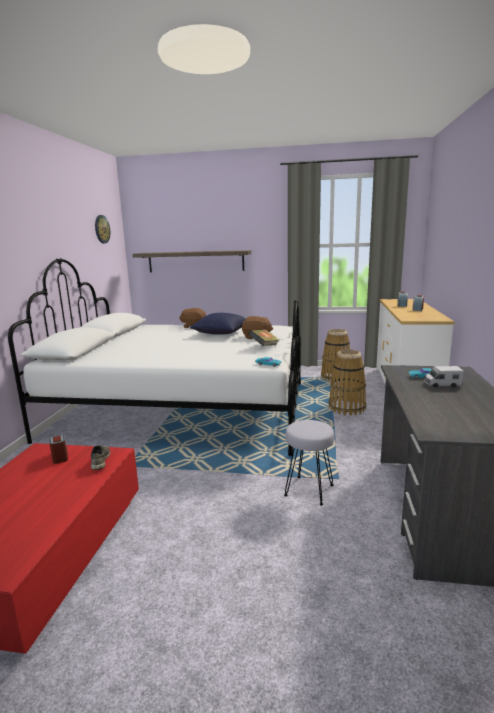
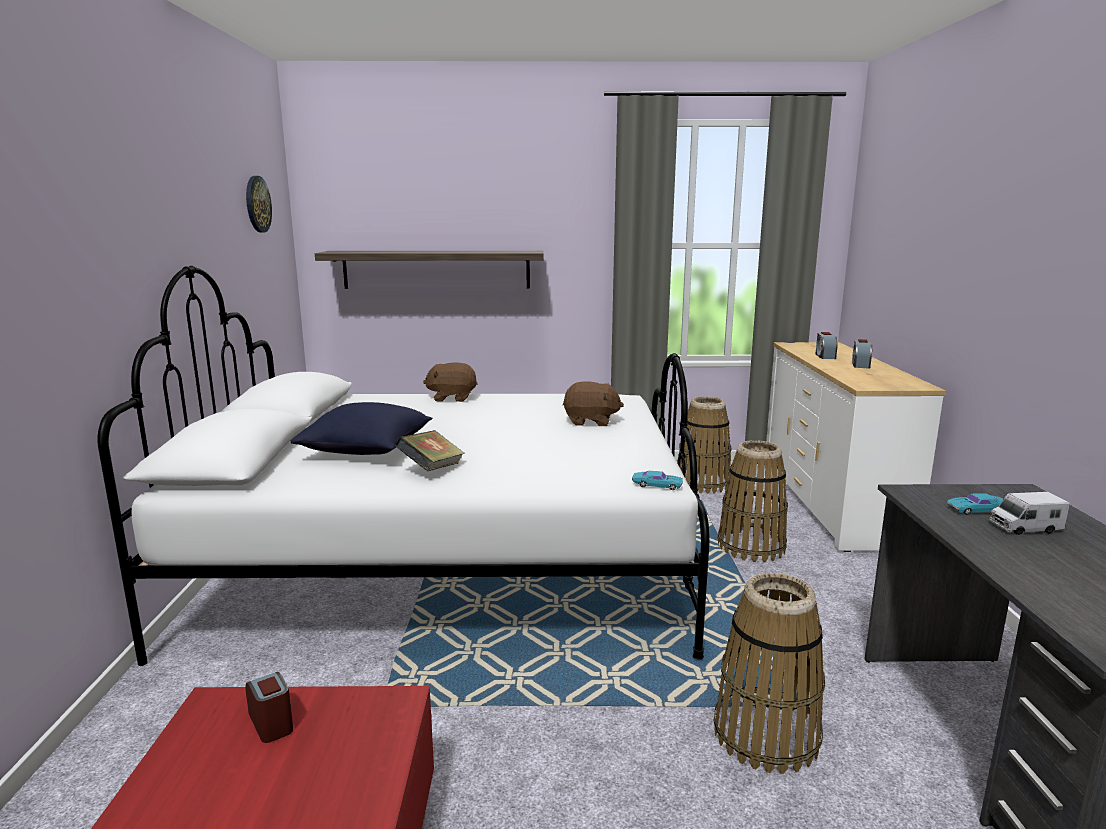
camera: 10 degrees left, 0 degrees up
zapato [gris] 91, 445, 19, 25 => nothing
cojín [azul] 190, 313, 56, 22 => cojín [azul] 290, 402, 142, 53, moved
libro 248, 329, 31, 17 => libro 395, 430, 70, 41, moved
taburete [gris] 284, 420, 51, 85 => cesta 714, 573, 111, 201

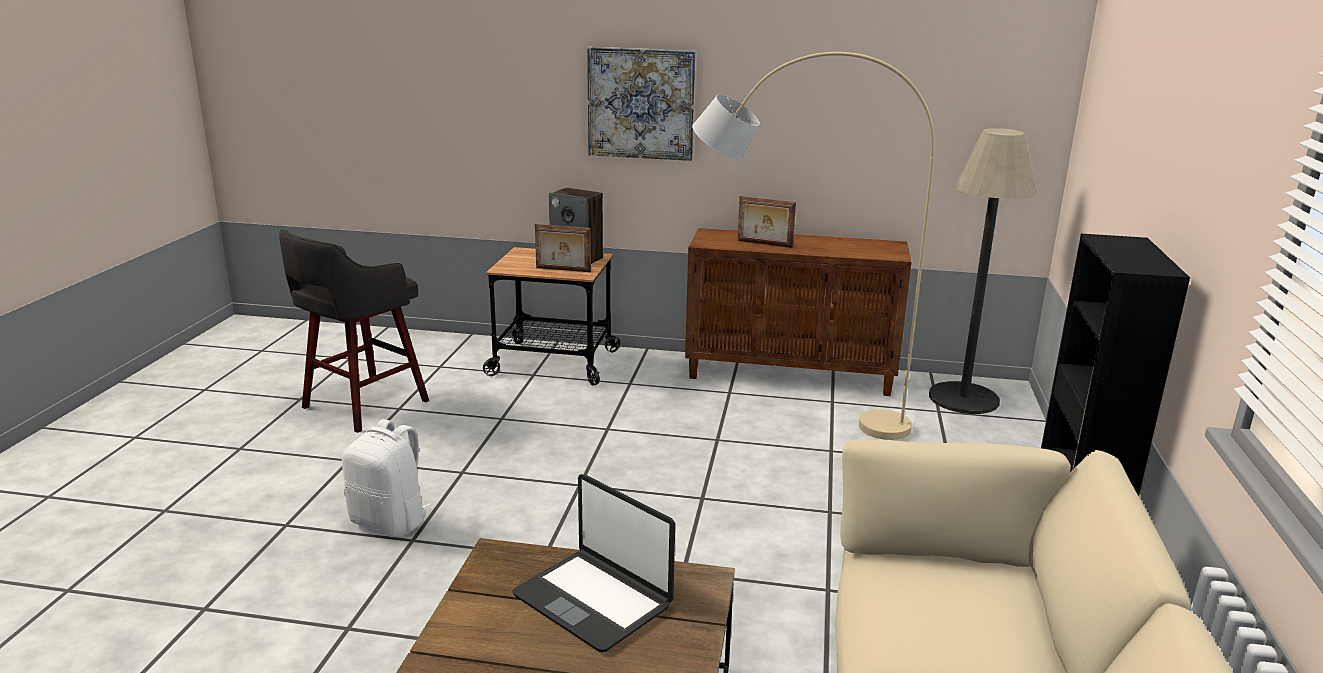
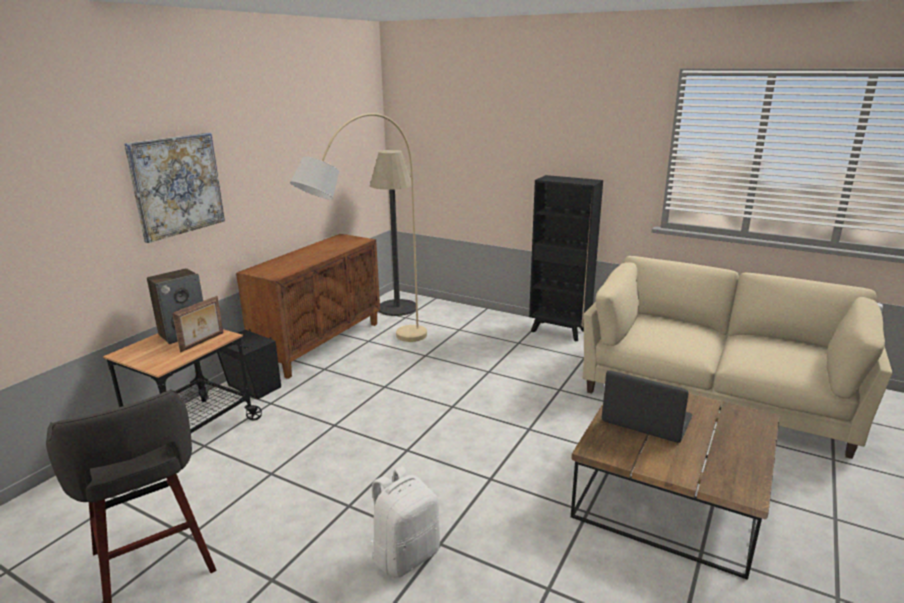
camera: 70 degrees left, 0 degrees up
portarretratos 737, 196, 59, 52 => nothing
nothing => altavoz [negro] 217, 329, 64, 70
portátil 512, 474, 163, 179 => portátil 602, 370, 91, 73, 120 degrees counterclockwise

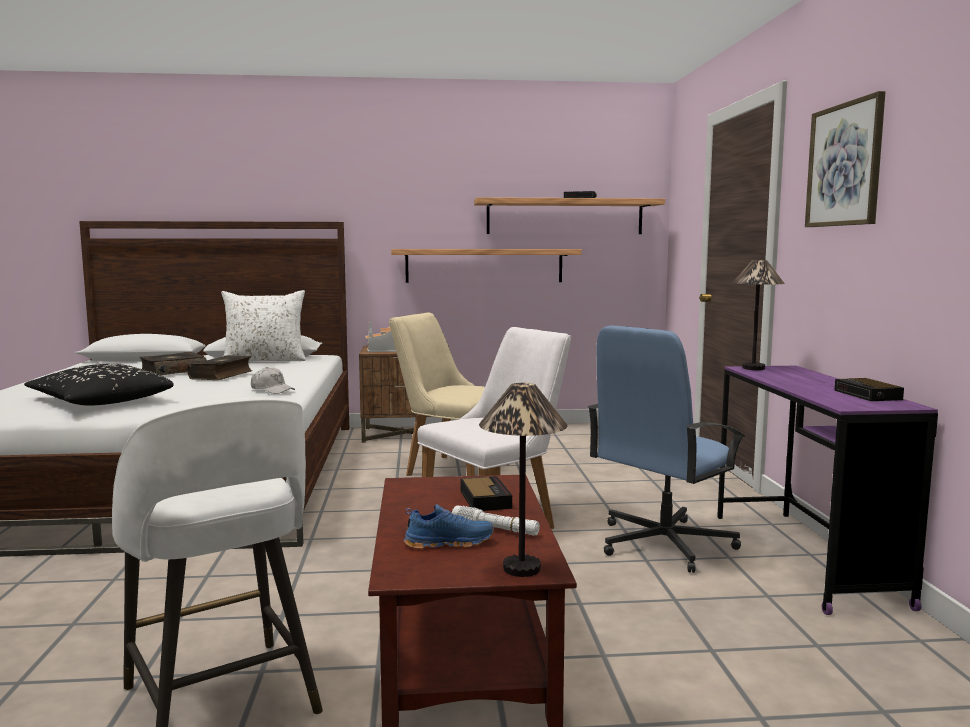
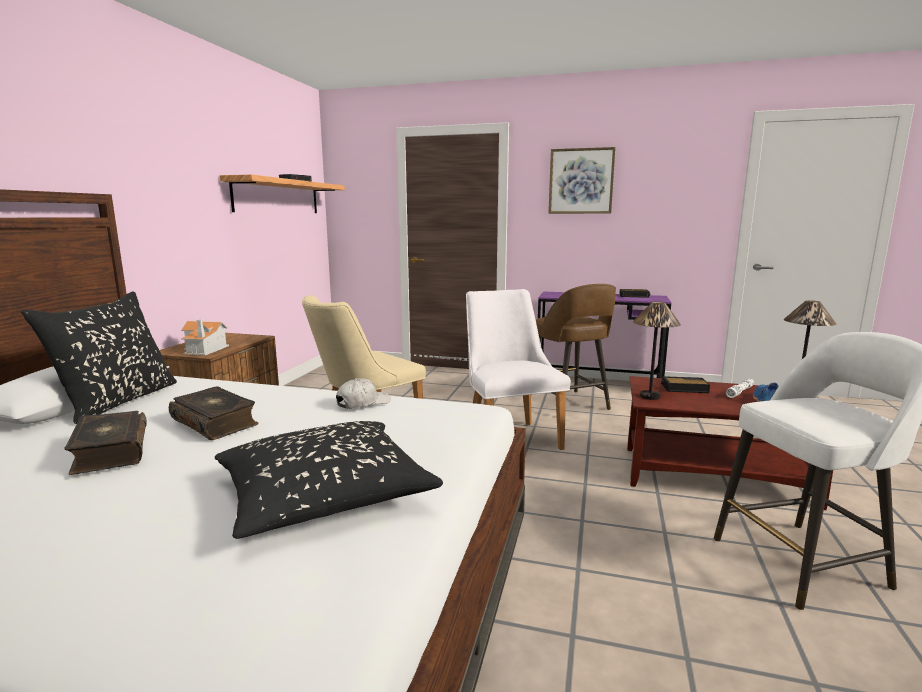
camera: 70 degrees left, 5 degrees up
estante 391, 249, 191, 34 => nothing
lámpara de mesa 732, 260, 53, 110 => lámpara de mesa 633, 301, 48, 99, moved
silla de oficina [azul] 588, 326, 158, 247 => taburete [marrón] 536, 284, 80, 126
cojín [blanco] 221, 290, 85, 72 => cojín [negro] 21, 291, 156, 133

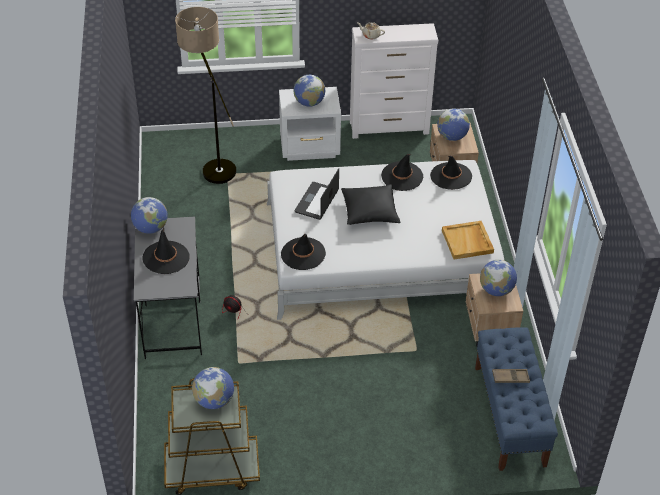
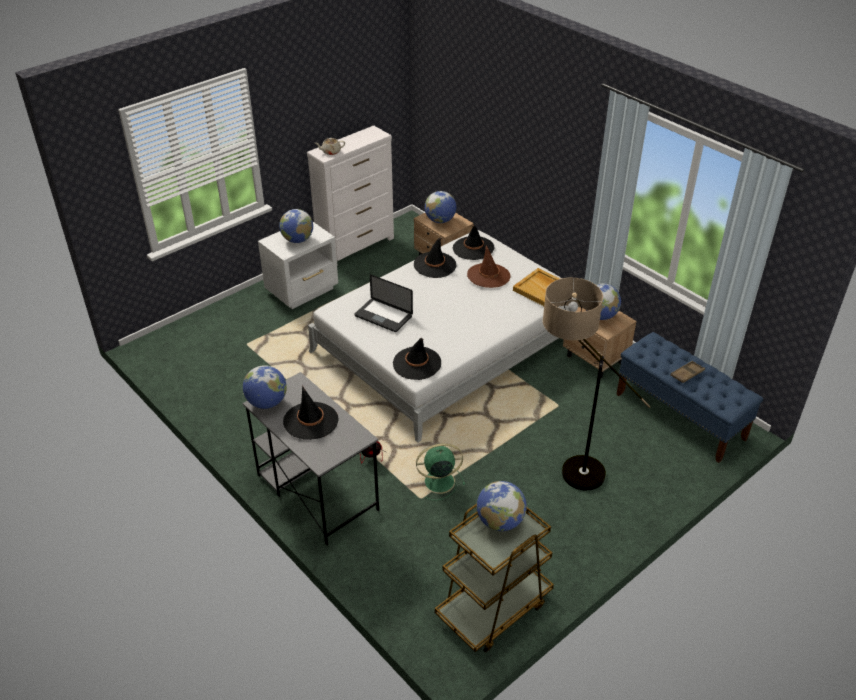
camera: 35 degrees left, 5 degrees down
cojín [negro] 341, 184, 59, 41 => nothing
nothing => ventilador [verde] 416, 443, 49, 58
nothing => sombrero [marrón] 467, 245, 44, 43
lámpara de pie 175, 7, 61, 177 => lámpara de pie 543, 278, 108, 213, moved
portátil 295, 168, 44, 52 => portátil 354, 275, 59, 57, 45 degrees counterclockwise

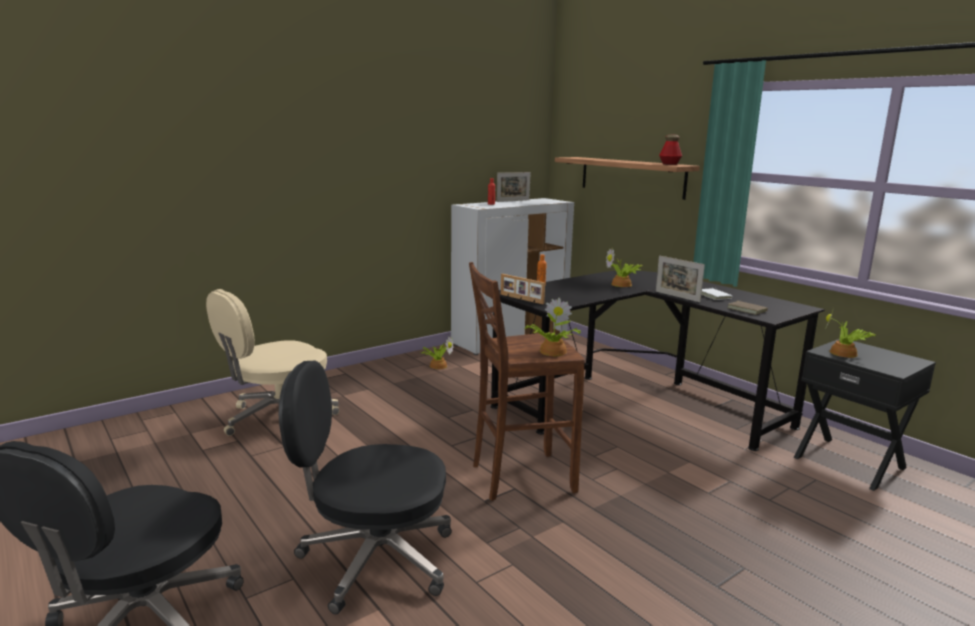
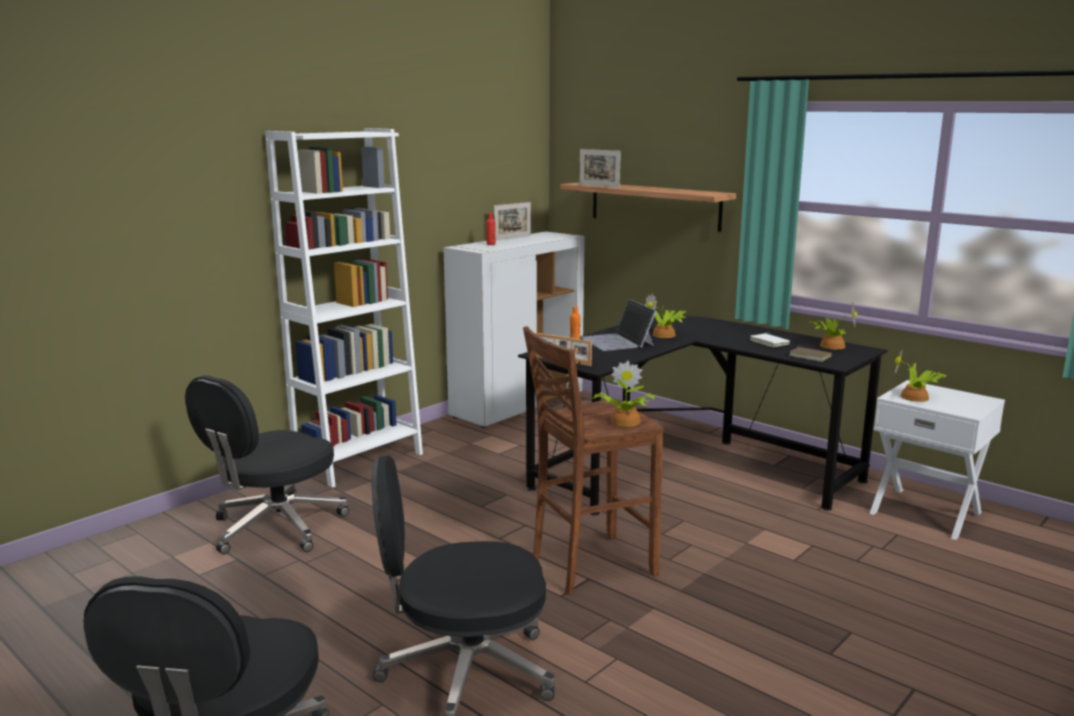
camera: 10 degrees left, 0 degrees up
botella 659, 135, 23, 30 => nothing
nothing => estantería [blanco] 265, 128, 158, 360
nothing => portátil 581, 299, 75, 52
planta en maceta 422, 336, 32, 33 => planta en maceta 810, 305, 47, 44, moved
portarretratos 656, 255, 49, 47 => portarretratos 580, 149, 41, 39, moved
silla de oficina [beis] 206, 289, 133, 147 => silla de oficina [negro] 185, 375, 164, 179
mesita de noche [negro] 794, 339, 142, 152 => mesita de noche [blanco] 869, 380, 136, 160

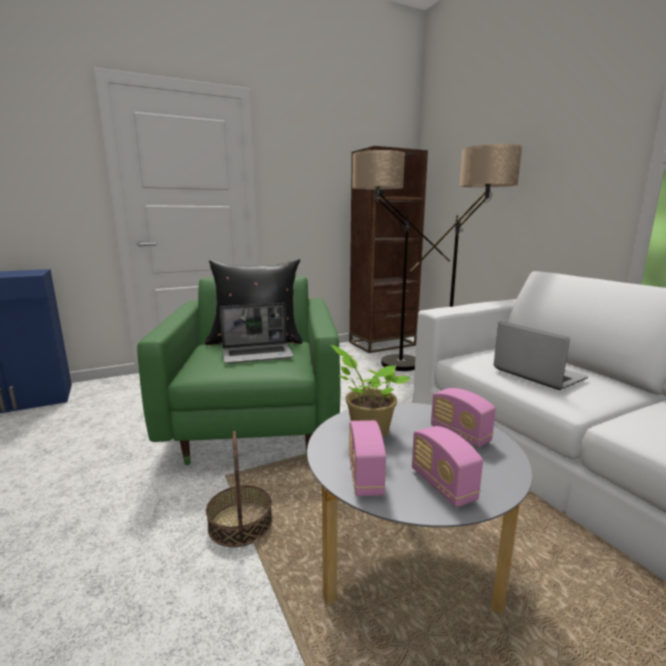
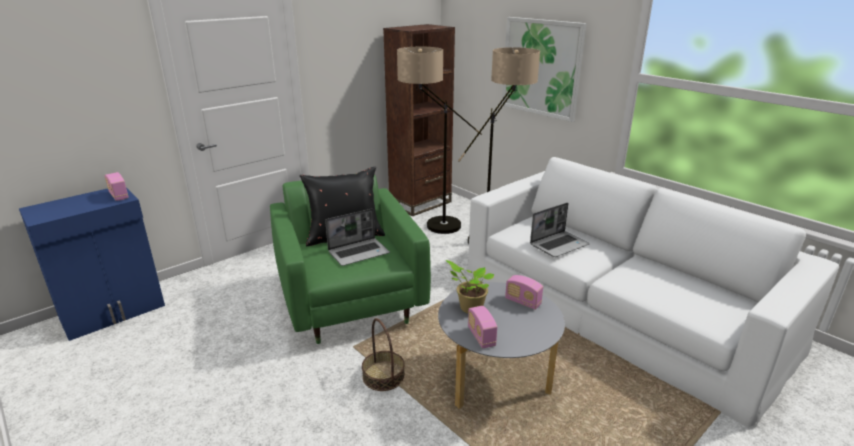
camera: 15 degrees left, 10 degrees up
nothing => cuadro 502, 17, 85, 105
radio 412, 426, 71, 81 => radio 104, 172, 25, 29, moved
portátil 494, 321, 94, 69 => portátil 530, 202, 60, 55, 105 degrees clockwise

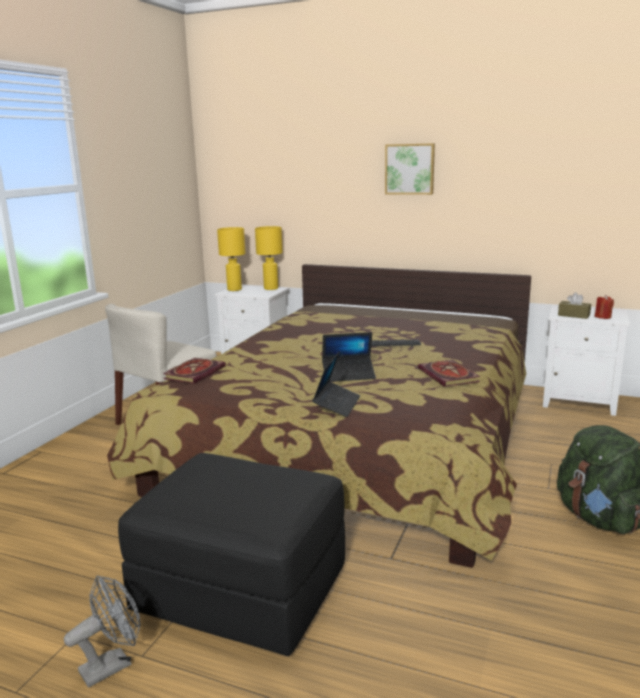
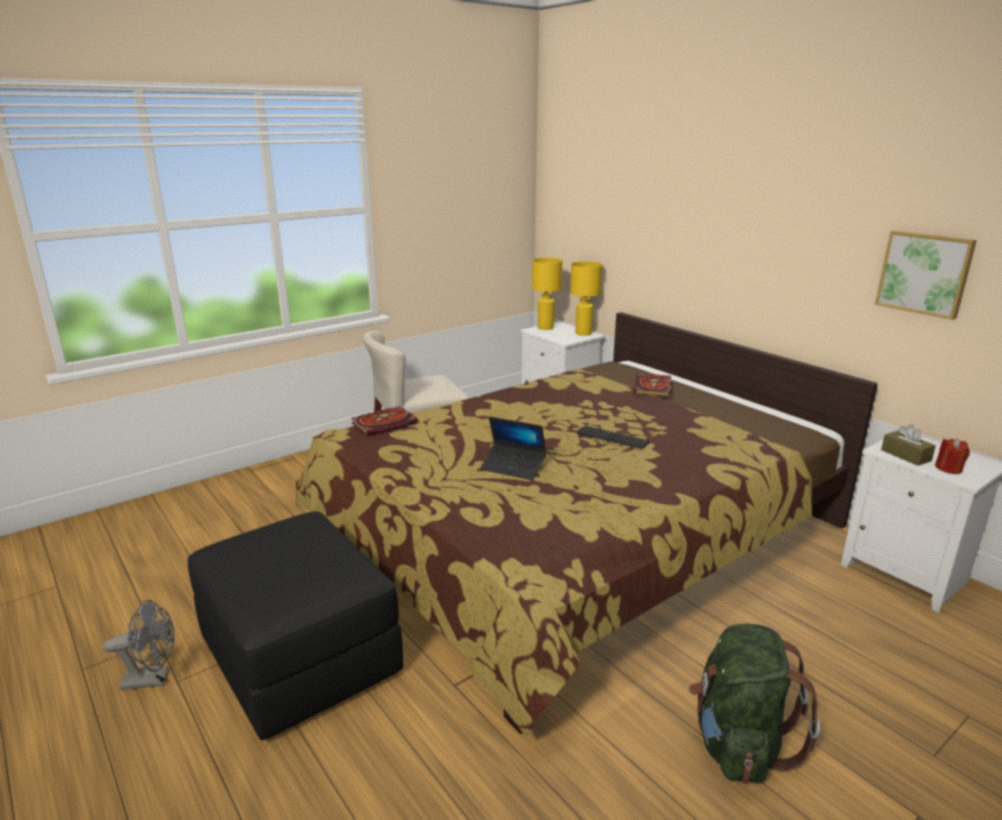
camera: 30 degrees right, 5 degrees up
portátil 312, 351, 48, 66 => nothing
cuadro 385, 143, 50, 52 => cuadro 875, 230, 102, 90, moved
libro 418, 359, 62, 28 => libro 634, 373, 38, 24, moved

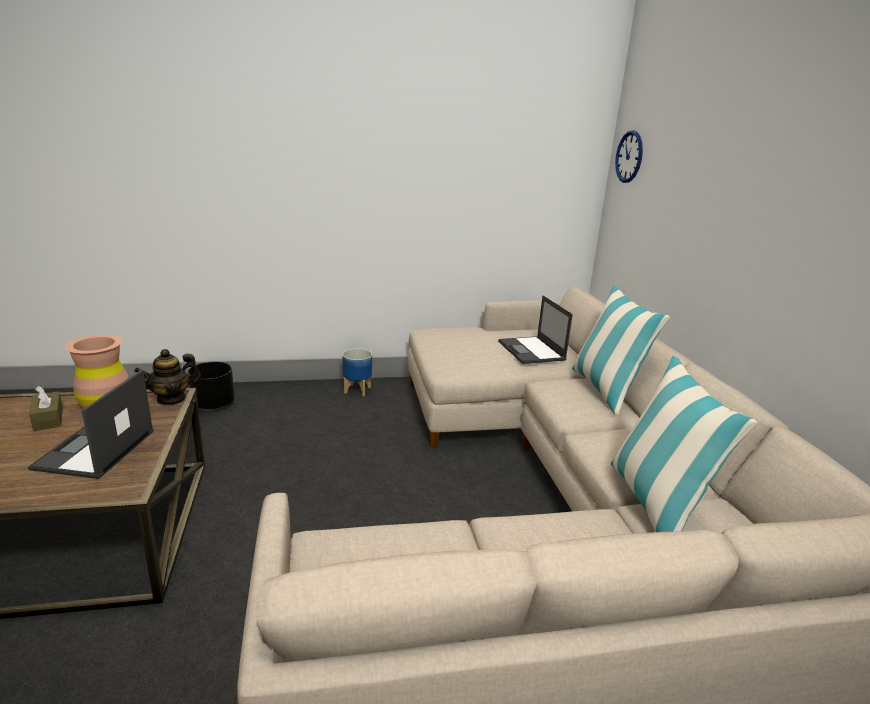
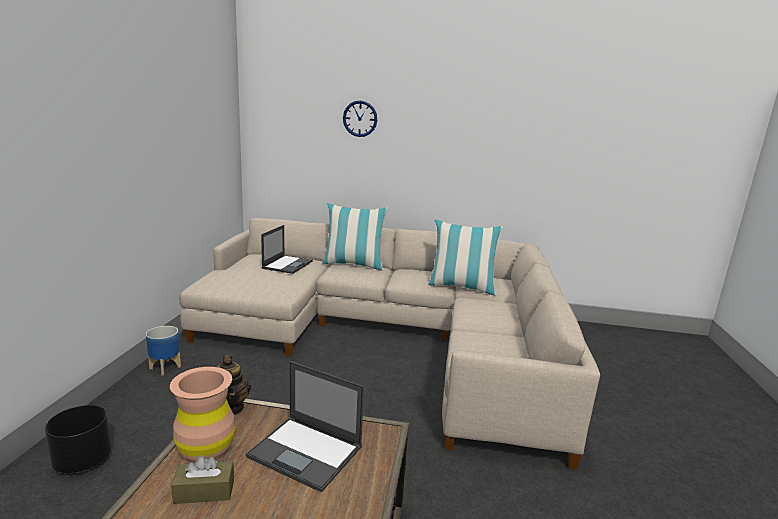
camera: 70 degrees left, 5 degrees down
reloj de pared 615, 130, 28, 53 => reloj de pared 343, 101, 34, 36, moved
portátil 498, 296, 75, 68 => portátil 261, 225, 52, 49, 75 degrees counterclockwise

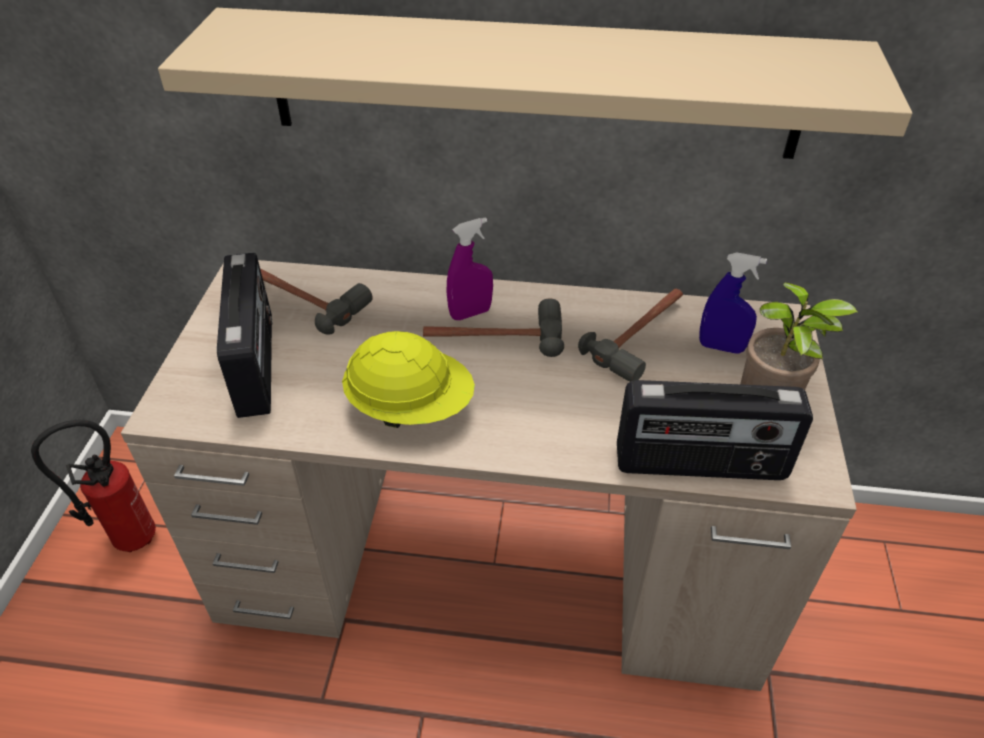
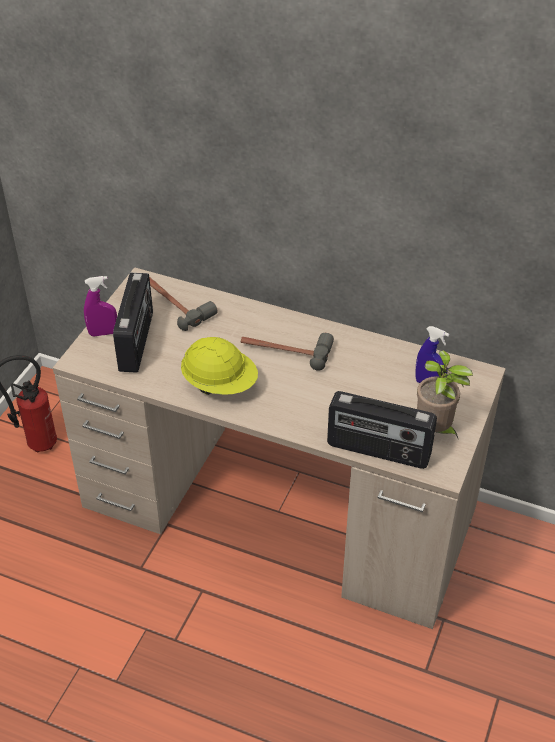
camera: 15 degrees right, 0 degrees up
estante [beis] 158, 8, 754, 151 => nothing
martillo 578, 289, 105, 93 => nothing
pulverizador [morado] 447, 217, 46, 103 => pulverizador [morado] 84, 276, 33, 61, moved

